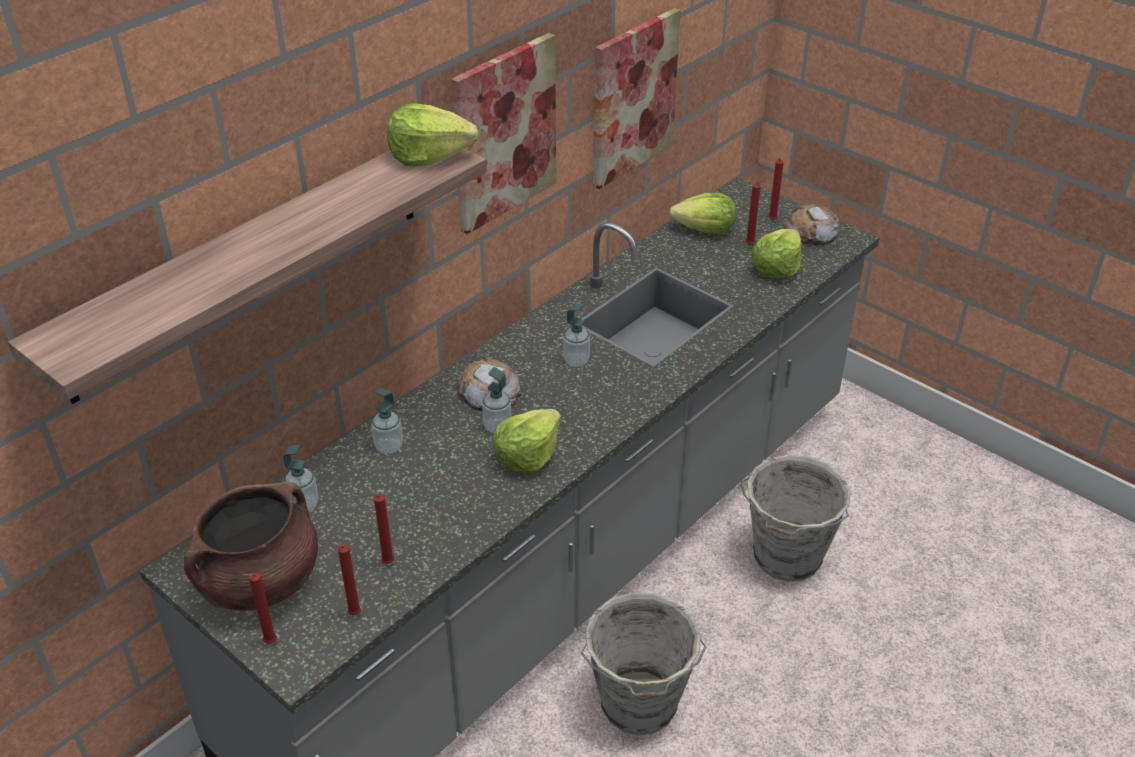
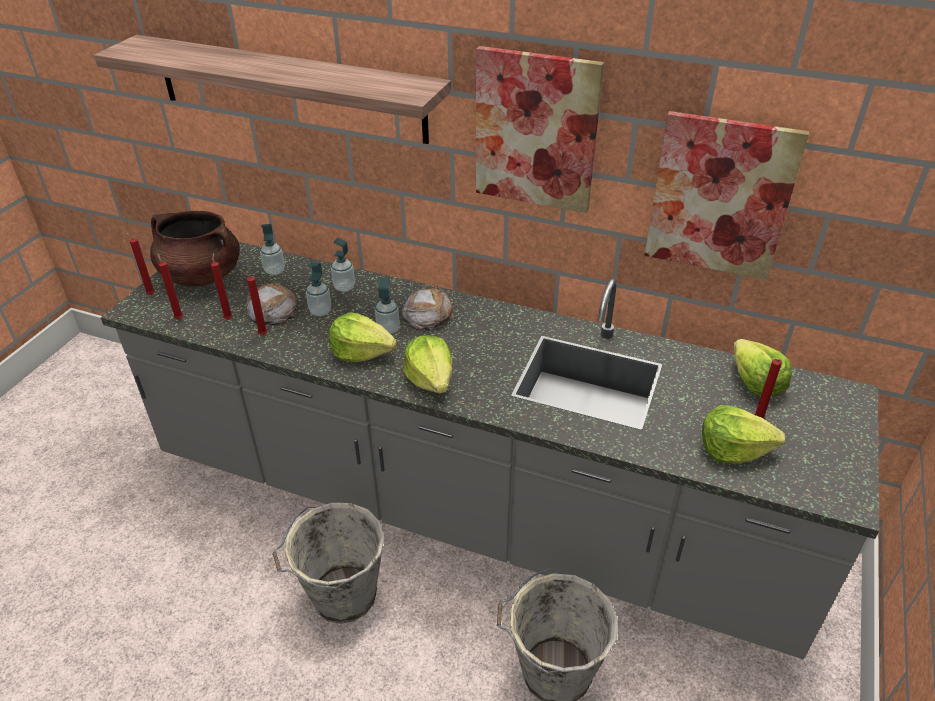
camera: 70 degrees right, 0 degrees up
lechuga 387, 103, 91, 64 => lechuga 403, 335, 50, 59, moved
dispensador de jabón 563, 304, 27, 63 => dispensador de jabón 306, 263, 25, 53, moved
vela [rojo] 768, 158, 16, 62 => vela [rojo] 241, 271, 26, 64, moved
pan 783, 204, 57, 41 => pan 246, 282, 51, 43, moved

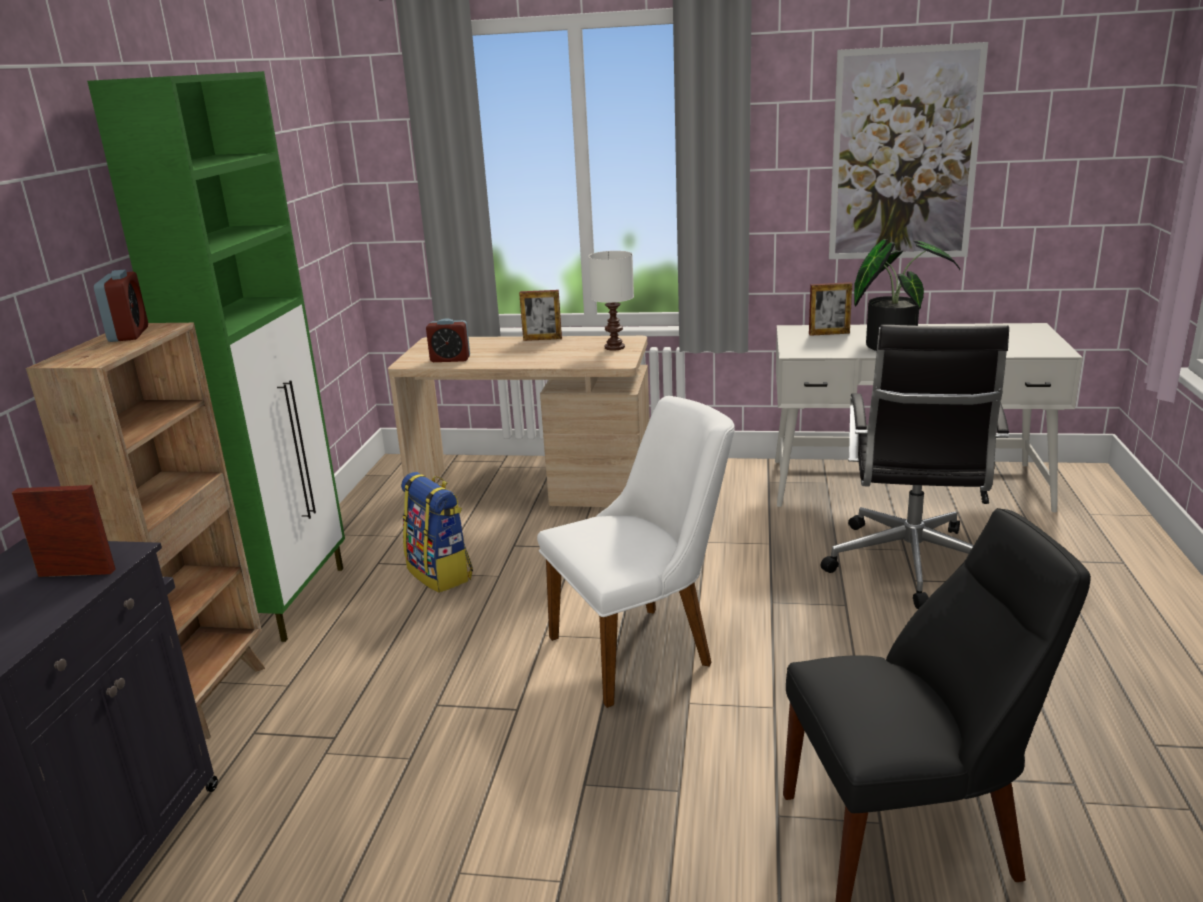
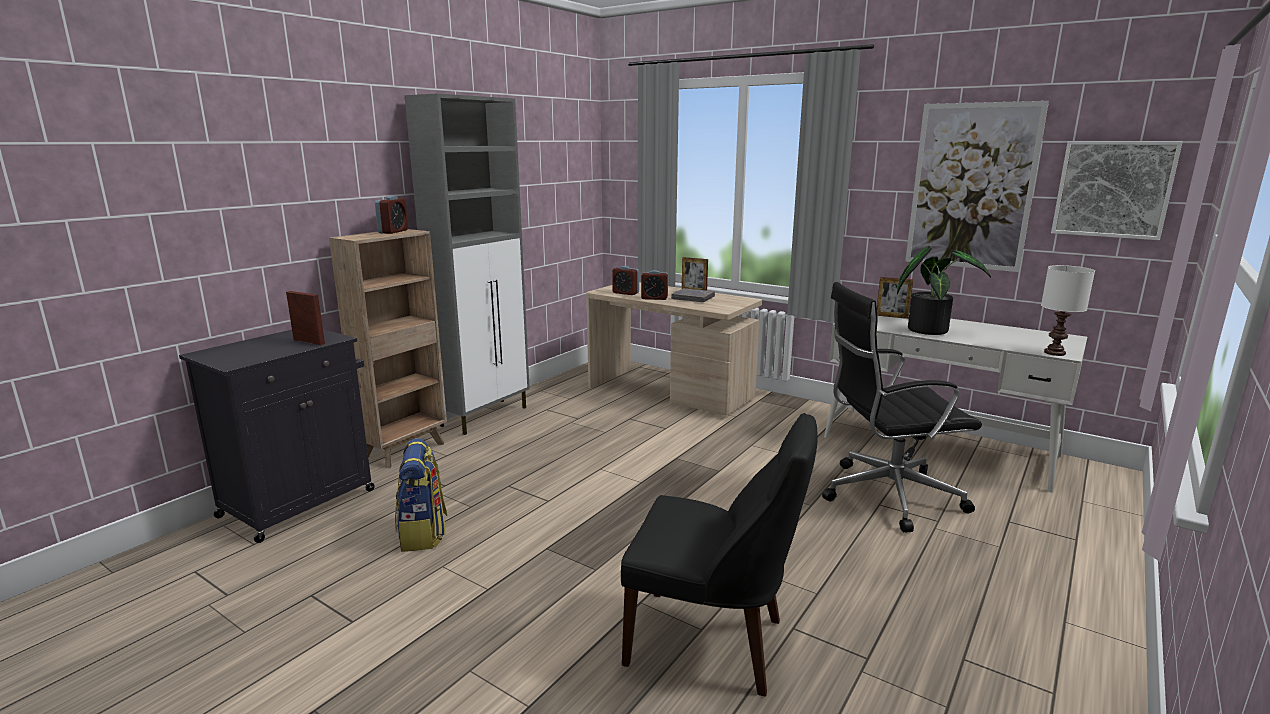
camera: 25 degrees right, 5 degrees down
silla [blanco] 537, 396, 198, 312 => nothing
nothing => despertador 641, 270, 27, 30
nothing => libro [gris] 671, 288, 44, 14
nothing => cuadro 1051, 141, 132, 99
mochila 401, 472, 72, 121 => mochila 395, 438, 52, 114, moved
lámpara de mesa [blanco] 589, 251, 45, 100 => lámpara de mesa [blanco] 1041, 265, 54, 91, moved
armario [verde] 87, 71, 258, 571 => armario [gris] 404, 94, 126, 341
silla de oficina [negro] 821, 325, 188, 284 => silla de oficina [negro] 822, 282, 160, 250, 45 degrees clockwise

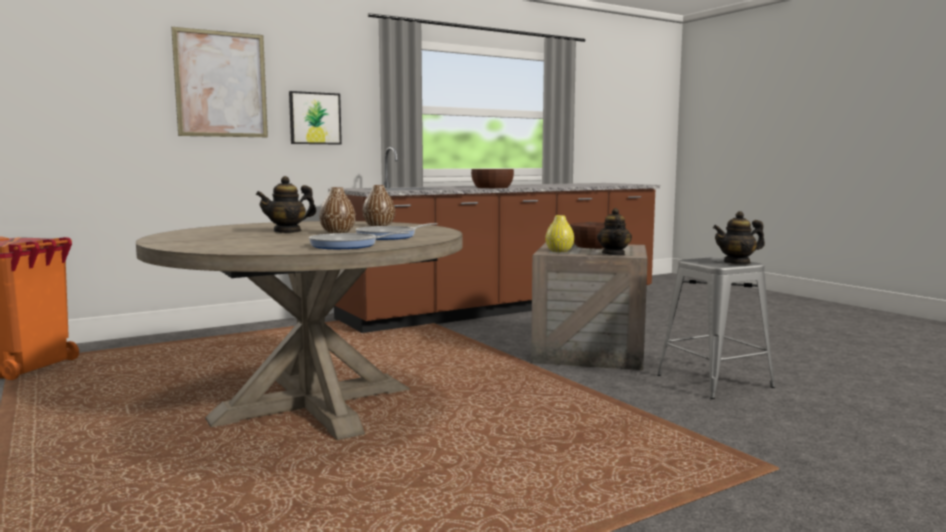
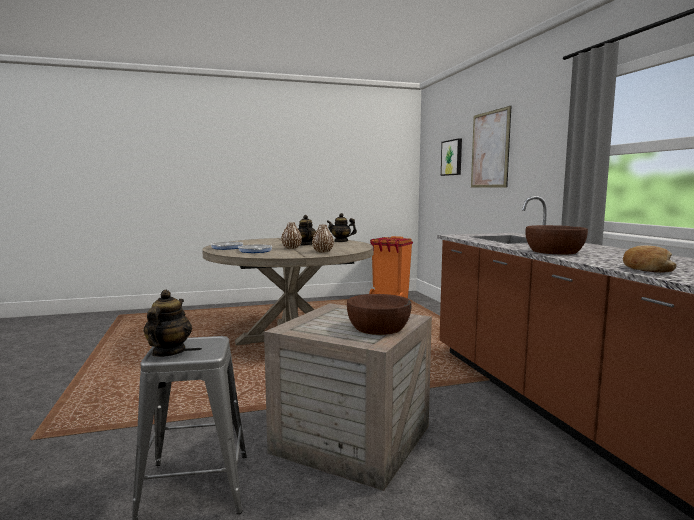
camera: 105 degrees right, 0 degrees up
florero [amarillo] 545, 215, 29, 37 => nothing
nothing => pan 623, 245, 54, 28
cuadro 289, 91, 53, 54 => cuadro 441, 138, 21, 38, moved
tetera 597, 208, 35, 48 => tetera 327, 213, 30, 29, moved

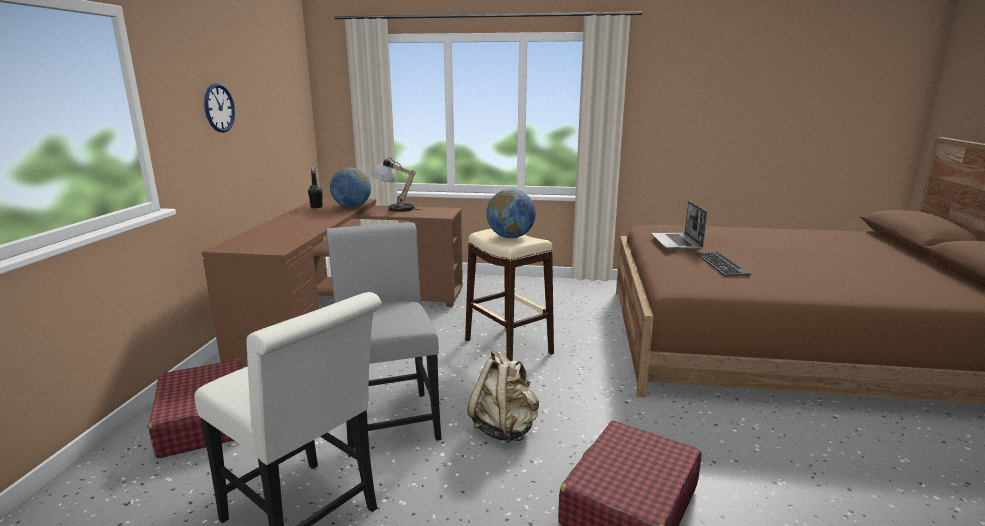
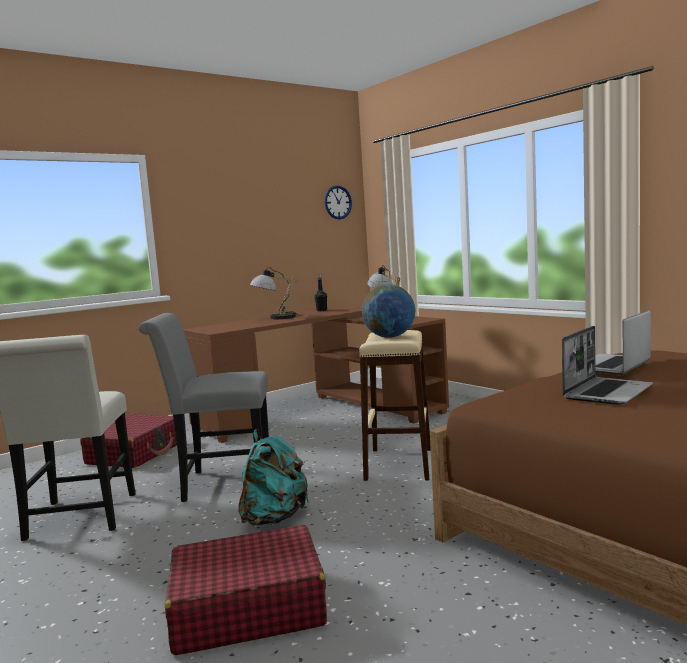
camera: 45 degrees right, 10 degrees down
globo terráqueo 330, 167, 41, 41 => nothing
nothing => lámpara de mesa 250, 267, 51, 52
reloj de pared 204, 83, 31, 50 => reloj de pared 325, 185, 27, 35, moved
teclado 696, 252, 55, 24 => portátil 562, 326, 91, 79
mochila [beis] 467, 351, 72, 91 => mochila [turquesa] 238, 429, 71, 96
silla [gris] 327, 222, 115, 235 => silla [gris] 138, 313, 131, 189, 120 degrees counterclockwise

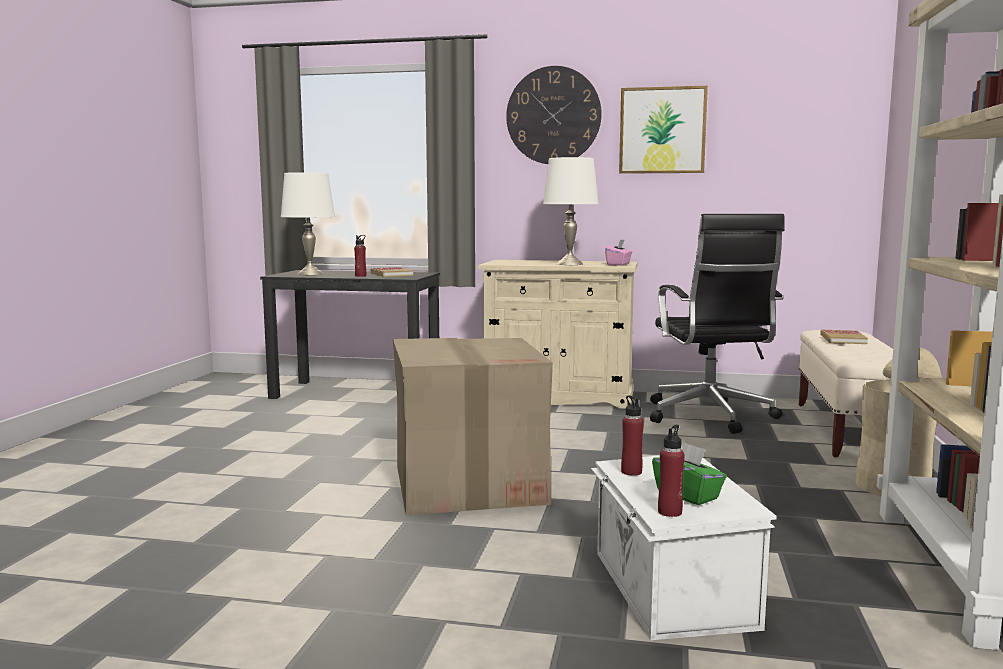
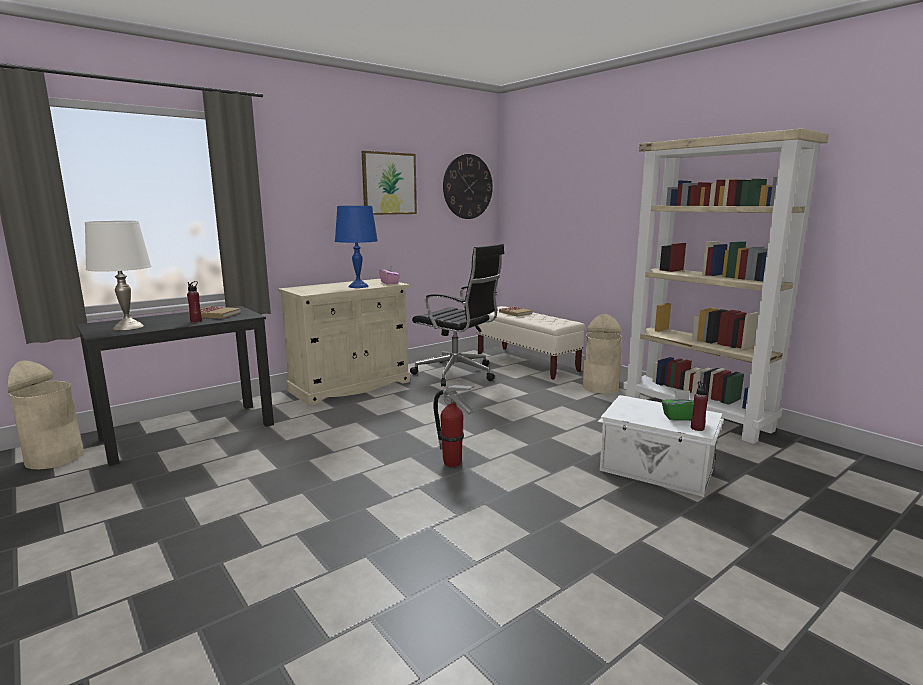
camera: 50 degrees left, 5 degrees up
botella [rojo] 621, 395, 23, 81 => nothing
nothing => papelera [beis] 8, 360, 76, 109
reloj de pared 506, 66, 96, 98 => reloj de pared 443, 154, 50, 65, moved
caja de cartón 393, 338, 160, 177 => extintor 434, 385, 41, 82
lámpara de mesa [blanco] 543, 157, 56, 108 => lámpara de mesa [azul] 335, 206, 43, 82

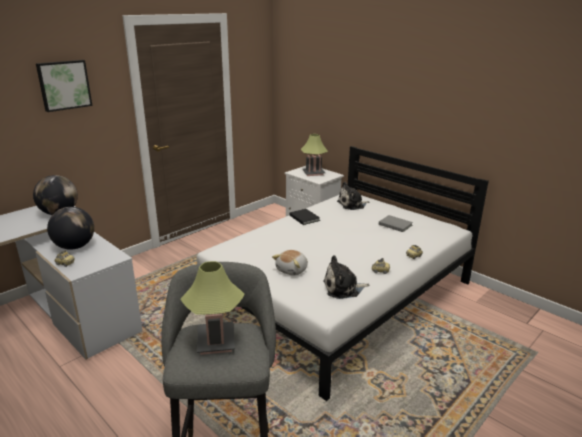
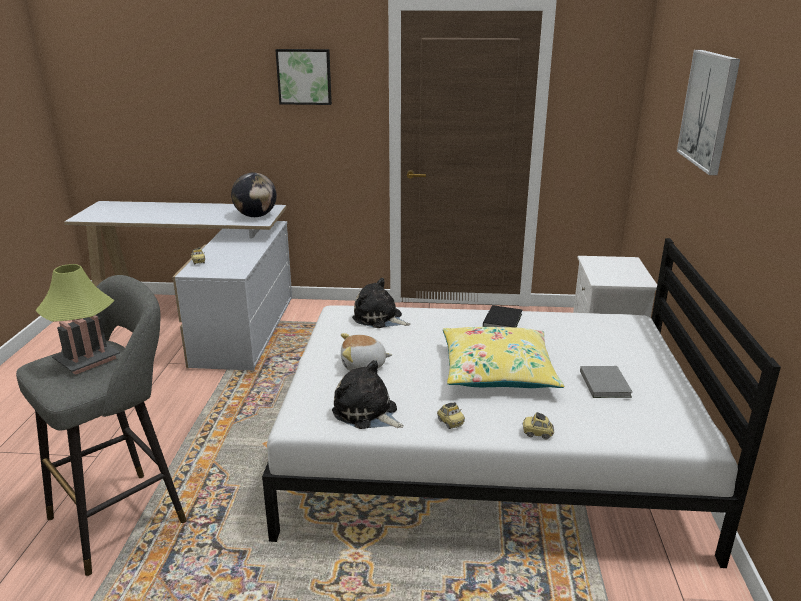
camera: 50 degrees right, 0 degrees up
globo terráqueo 47, 207, 47, 43 => nothing
lámpara de mesa 301, 134, 27, 42 => nothing
nothing => cojín [amarillo] 443, 327, 121, 61
nothing => cuadro 677, 50, 63, 125
peluche 337, 182, 32, 28 => peluche 352, 278, 59, 50, moved

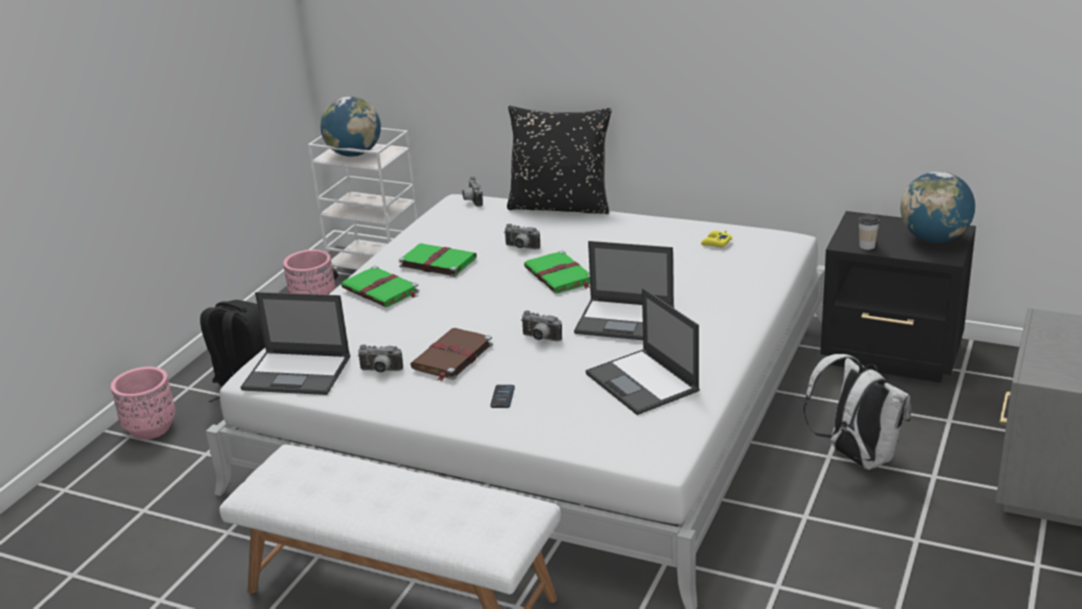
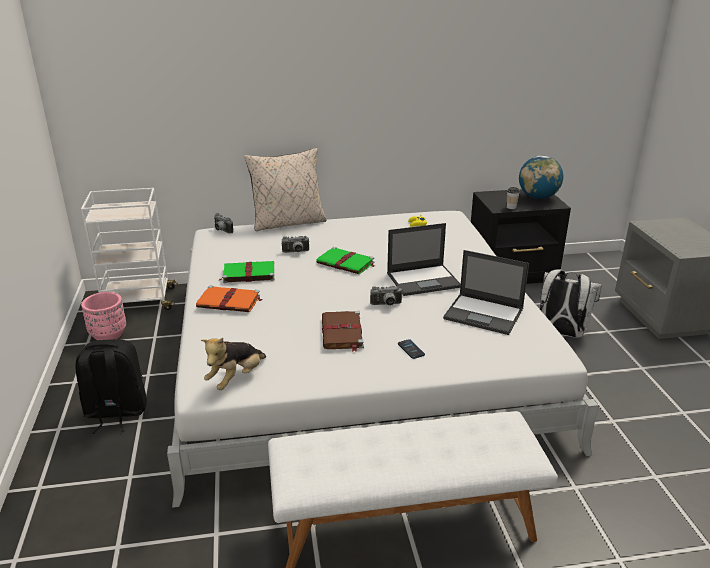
camera: 35 degrees left, 0 degrees up
maceta [rosa] 111, 367, 65, 73 => nothing
globo terráqueo 320, 96, 61, 61 => nothing
cámara 357, 345, 46, 28 => nothing
portátil 241, 292, 109, 103 => peluche 201, 337, 65, 53
libro [verde] 341, 266, 78, 41 => libro [naranja] 196, 285, 67, 27
cojín [negro] 507, 106, 105, 108 => cojín [beis] 244, 148, 83, 83

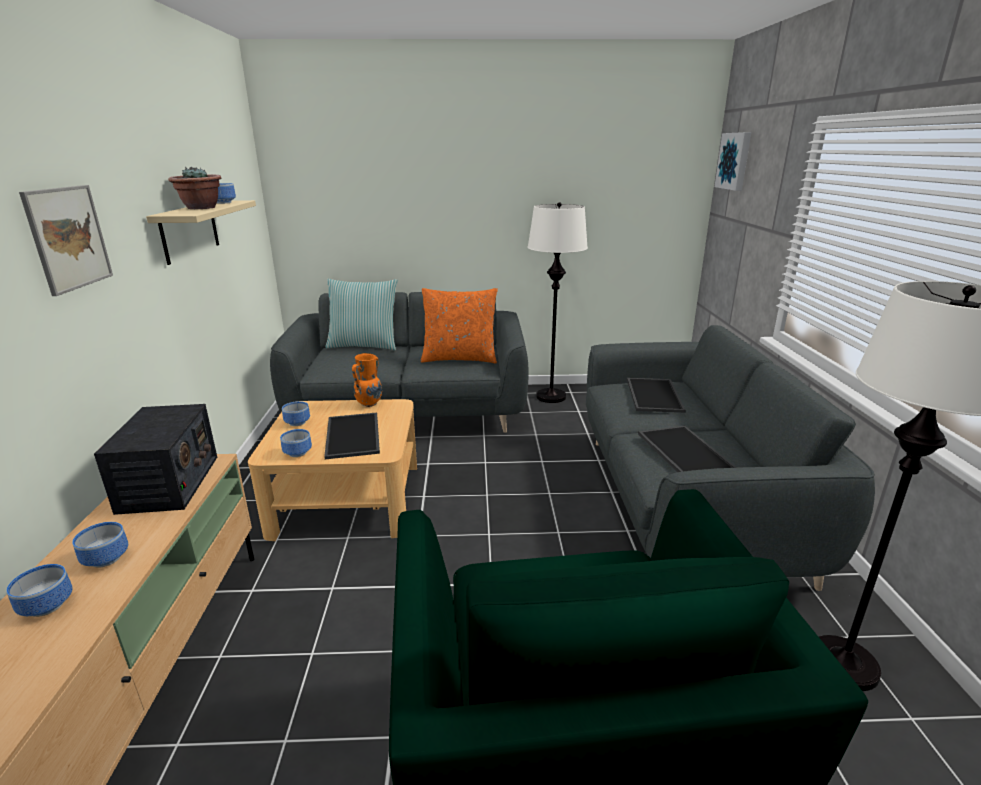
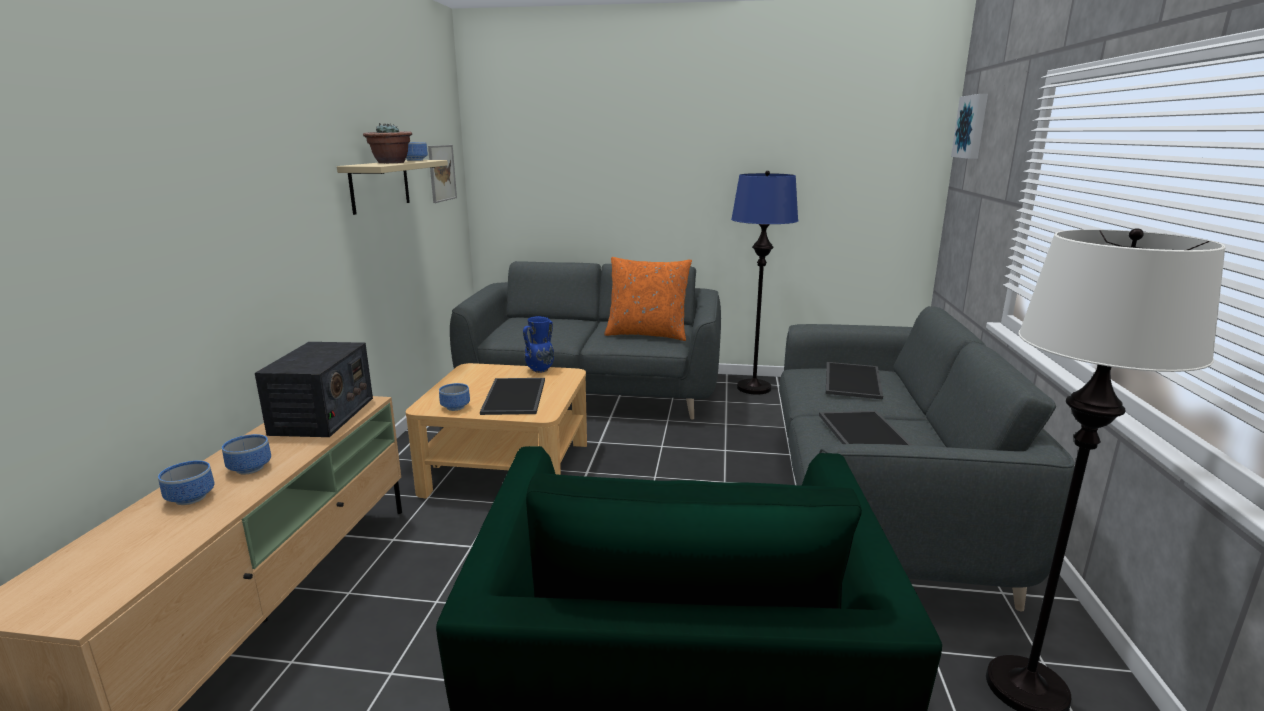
camera: 10 degrees right, 5 degrees down
cuenco 282, 401, 28, 25 => nothing
cojín 326, 279, 71, 71 => nothing
cuadro 19, 185, 94, 111 => cuadro 428, 145, 29, 58, moved
florero [naranja] 352, 353, 30, 54 => florero [azul] 523, 316, 31, 57
lámpara de pie [blanco] 528, 202, 60, 201 => lámpara de pie [azul] 731, 171, 68, 224

